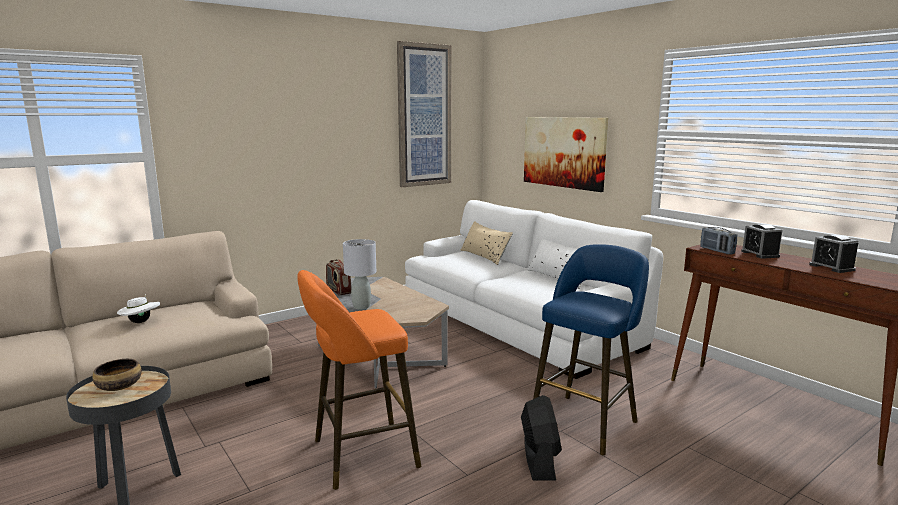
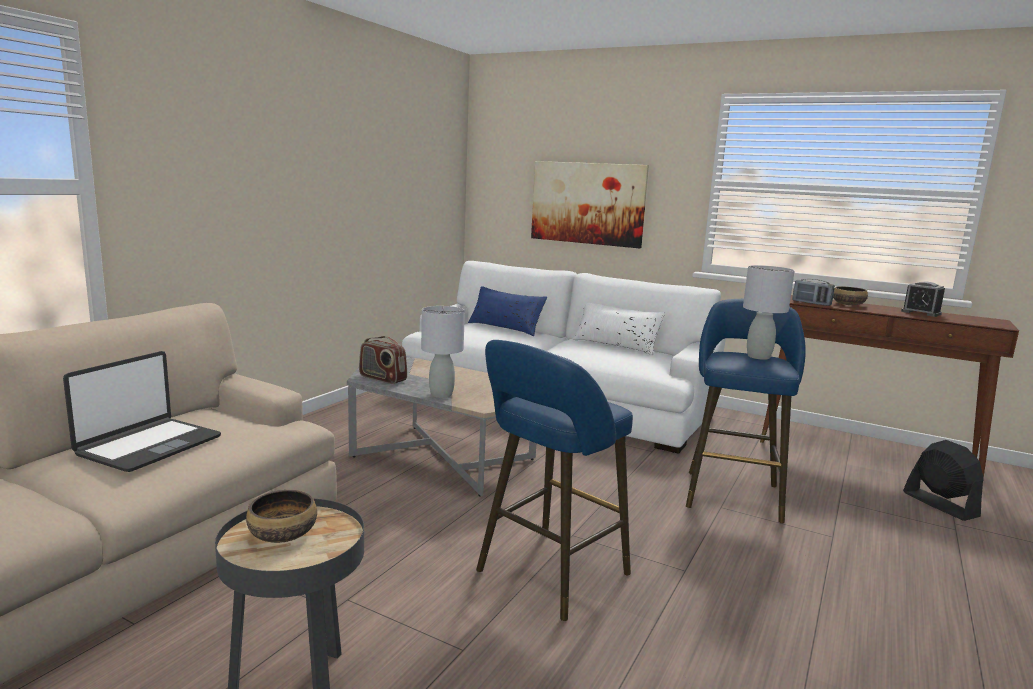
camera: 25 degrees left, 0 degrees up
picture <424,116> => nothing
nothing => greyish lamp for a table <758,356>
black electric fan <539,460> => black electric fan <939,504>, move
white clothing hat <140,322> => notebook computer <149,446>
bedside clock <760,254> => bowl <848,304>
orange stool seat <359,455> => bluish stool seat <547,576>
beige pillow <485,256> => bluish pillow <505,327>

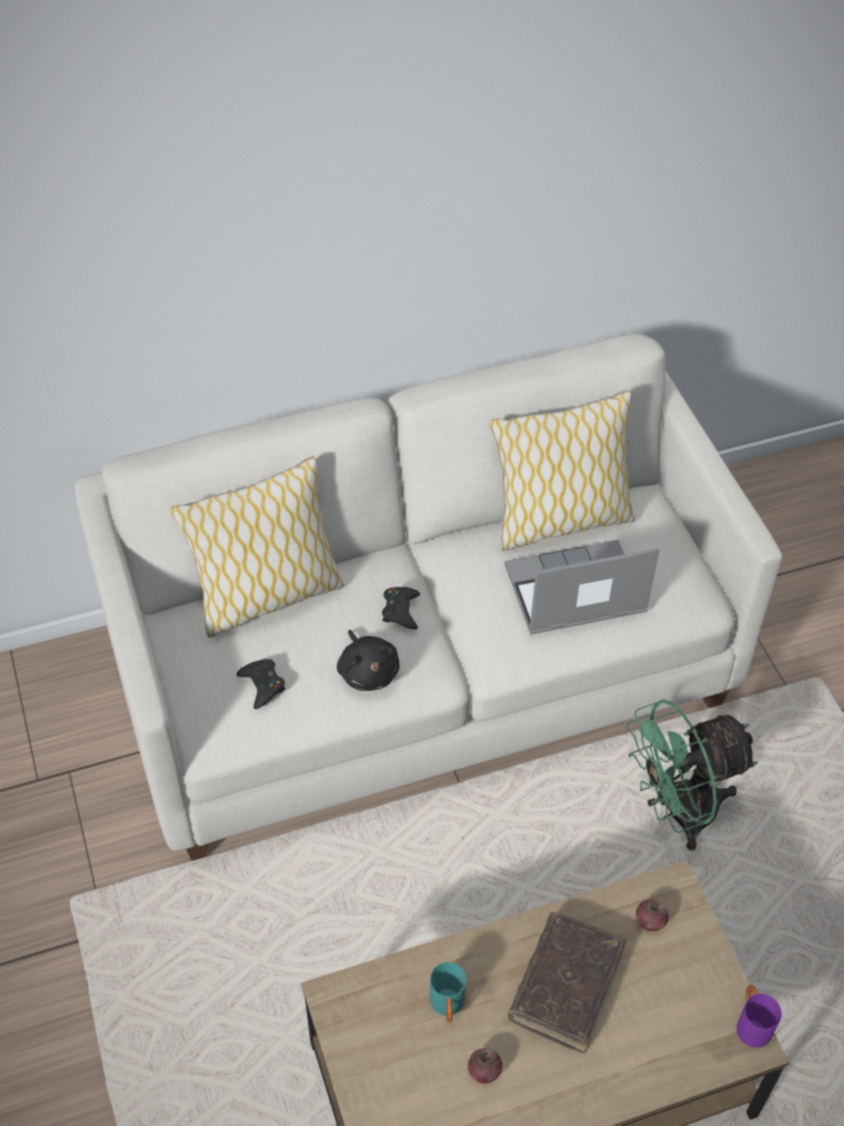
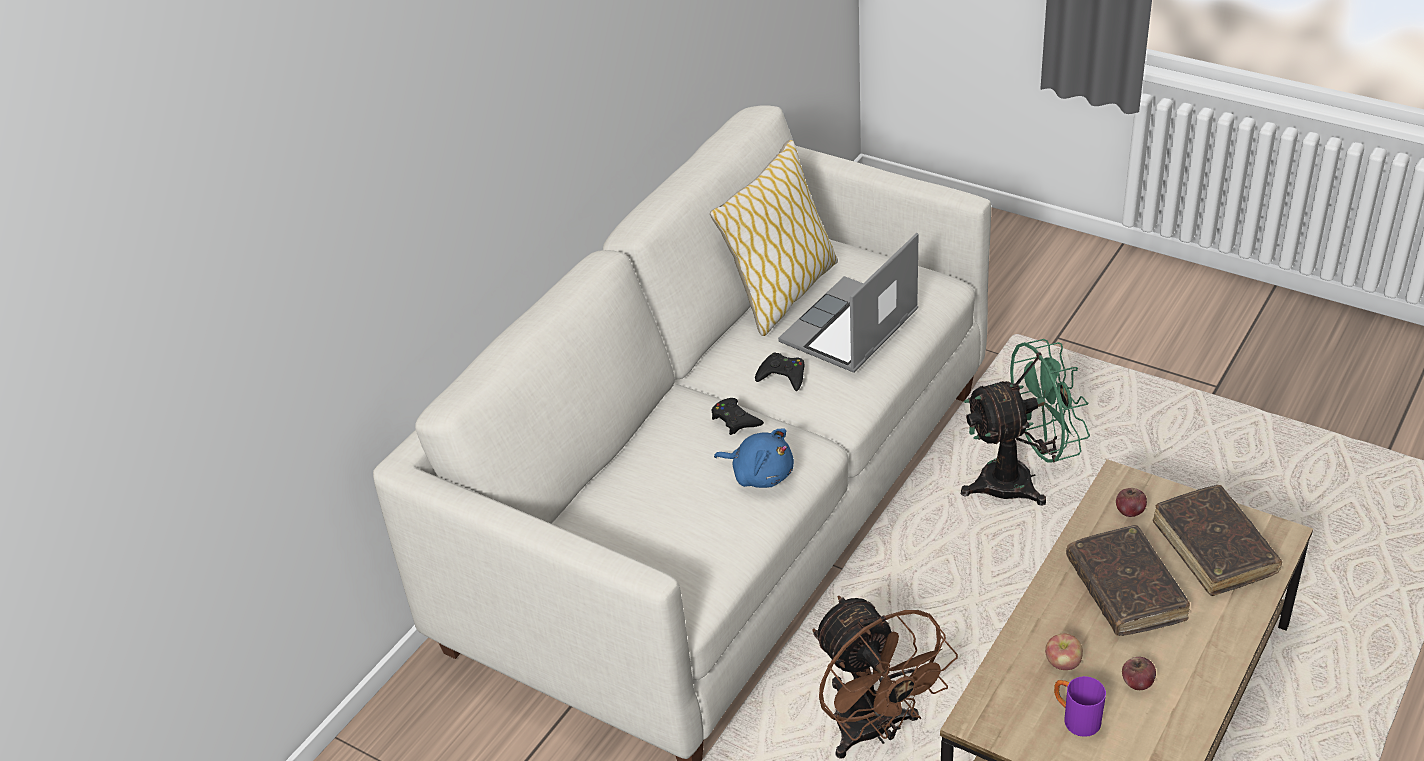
camera: 35 degrees left, 10 degrees down
pillow <266,597> => nothing
nothing => brown-coloured electric fan <873,732>
nothing => brown-coloured bound book <1214,548>
black gamepad <262,685> => black gamepad <782,376>, move
purple-coloured tea mug <751,1023> => purple-coloured tea mug <1075,719>, move
turquoise-coloured tea mug <447,1006> => whole apple <1063,663>
black cuddly toy <368,671> => bluish cuddly toy <760,474>
greenish electric fan <677,813> => greenish electric fan <1020,480>, 135 degrees counterclockwise

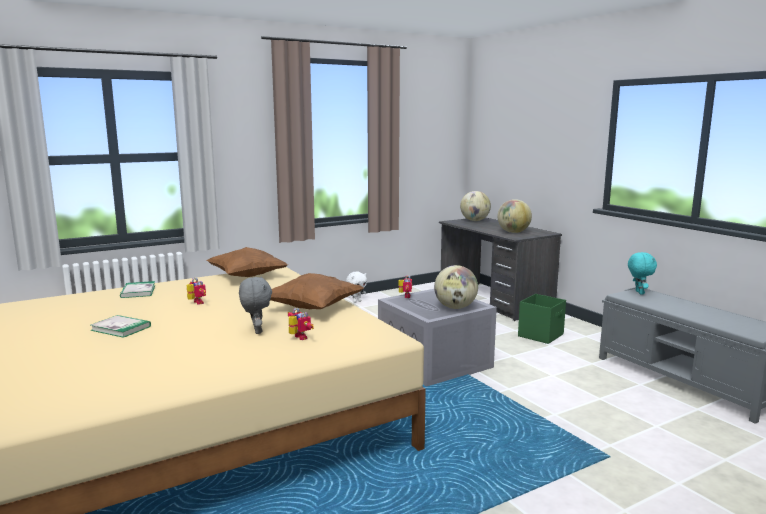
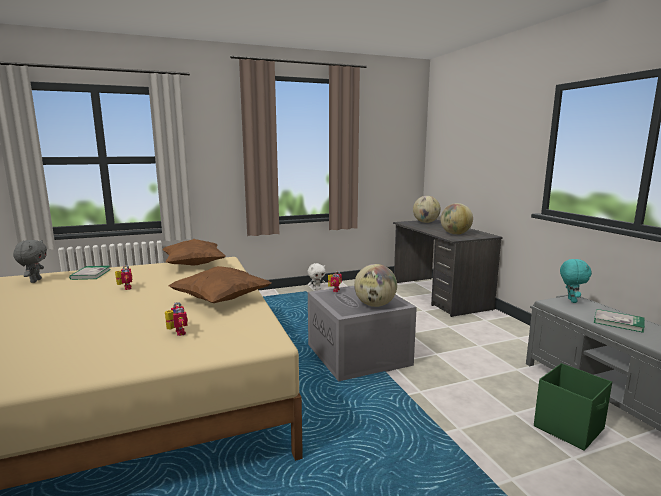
camera: 10 degrees right, 0 degrees up
bound book <121,328> => bound book <618,322>, move
greyish cuddly toy <256,331> => greyish cuddly toy <35,281>, move
greenish storage container <541,335> => greenish storage container <569,427>, move

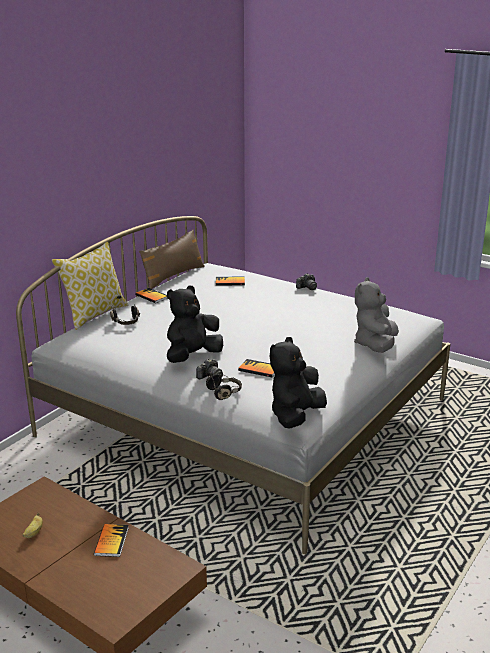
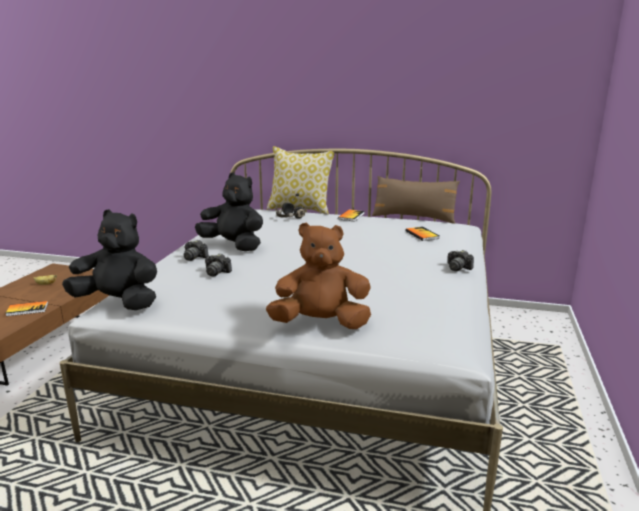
camera: 70 degrees right, 5 degrees down
black headset <224,392> => nothing
bound book <259,369> => still camera <216,272>
greyish cuddly toy <375,345> => brown-coloured cuddly toy <321,323>

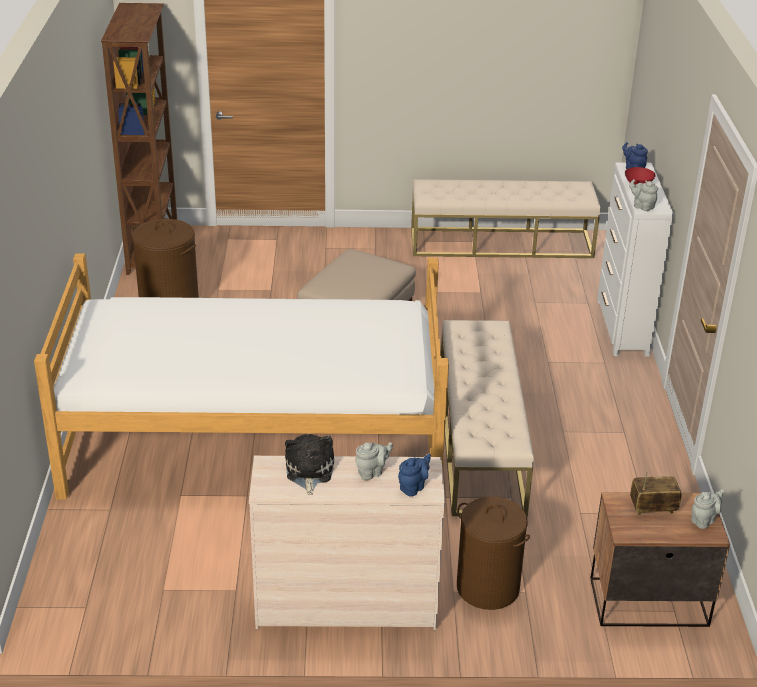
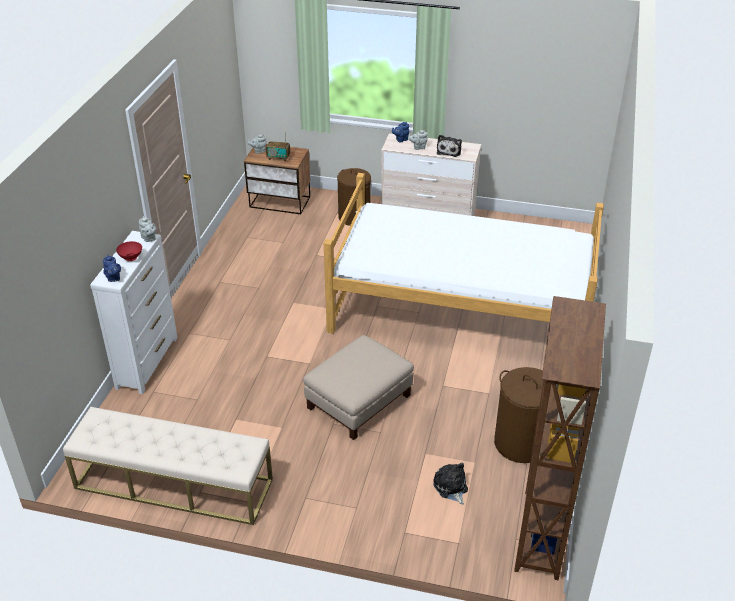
camera: 165 degrees left, 5 degrees up
beige long seat <480,441> => nothing
nothing => cuddly toy <451,488>

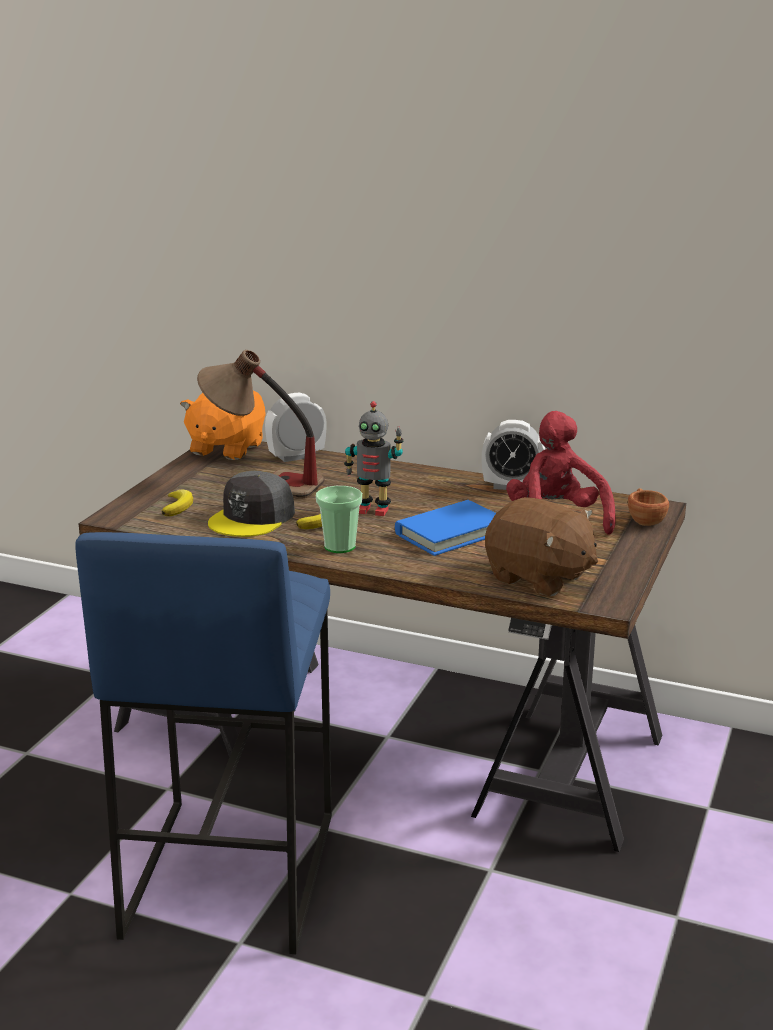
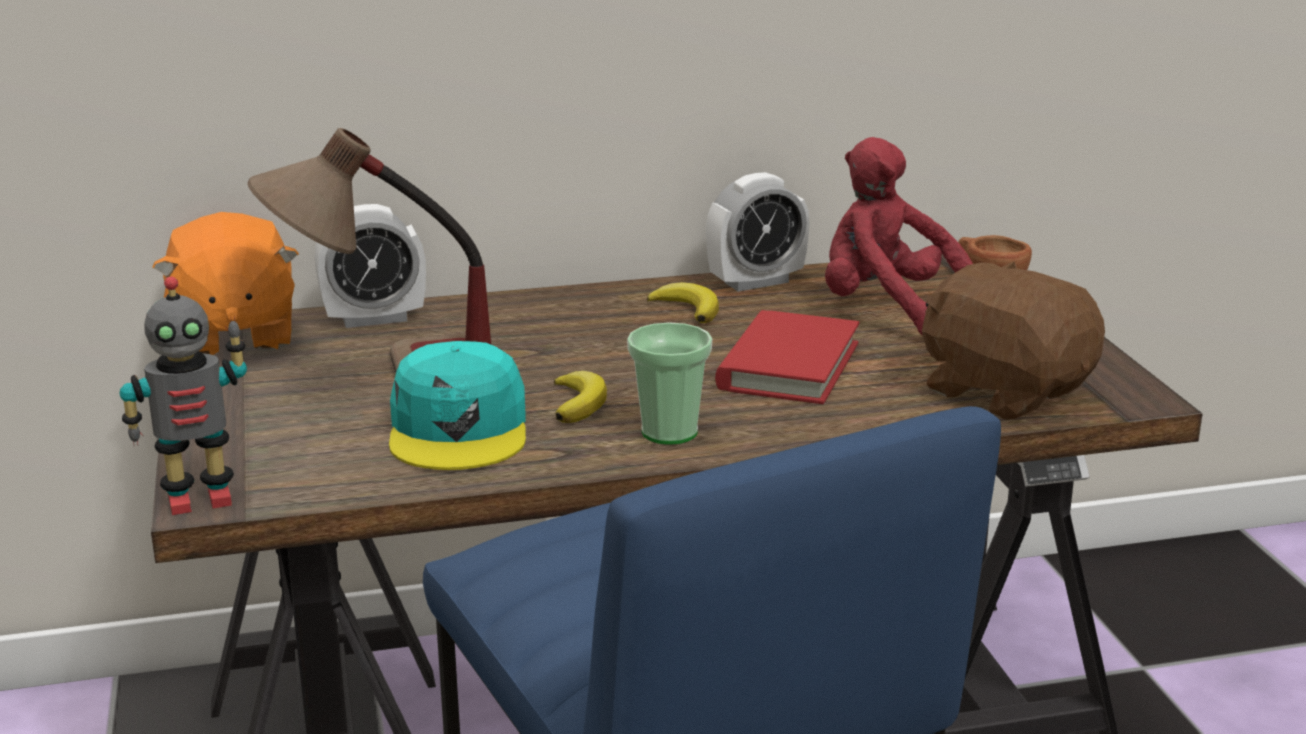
camera: 35 degrees left, 0 degrees up
banana fruit <178,506> => banana fruit <688,308>, move
model robot <373,510> => model robot <199,499>, move
greyish peaked cap <252,518> => turquoise-coloured peaked cap <459,429>
bluish bound book <450,533> => reddish bound book <788,366>
bedside clock <296,456> => bedside clock <374,319>, 135 degrees counterclockwise
brown-coloured cuddly toy <539,577> => brown-coloured cuddly toy <1004,391>, 135 degrees counterclockwise

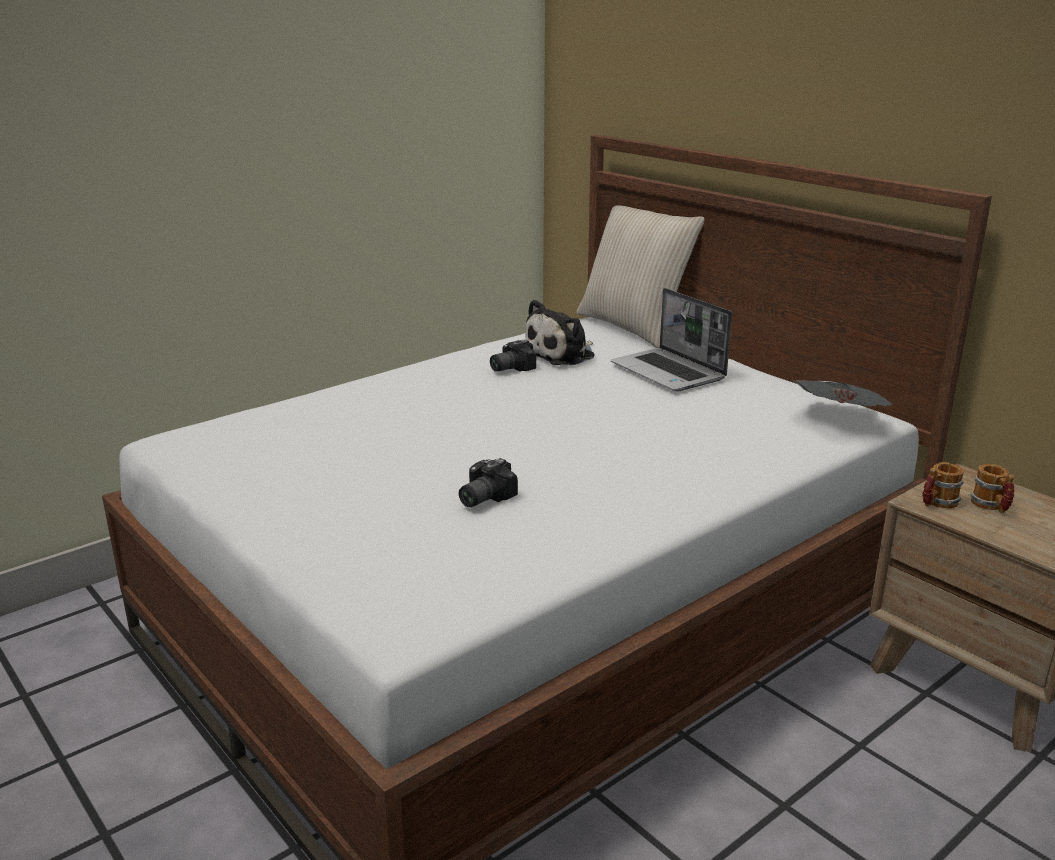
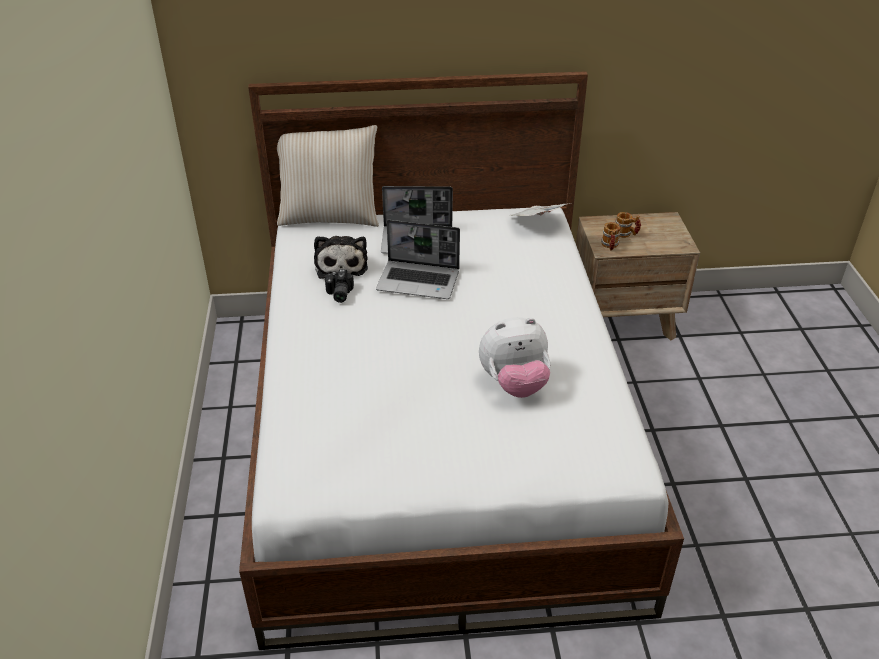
camera: 55 degrees left, 15 degrees up
nothing => notebook computer <419,281>
still camera <482,498> => cuddly toy <514,384>

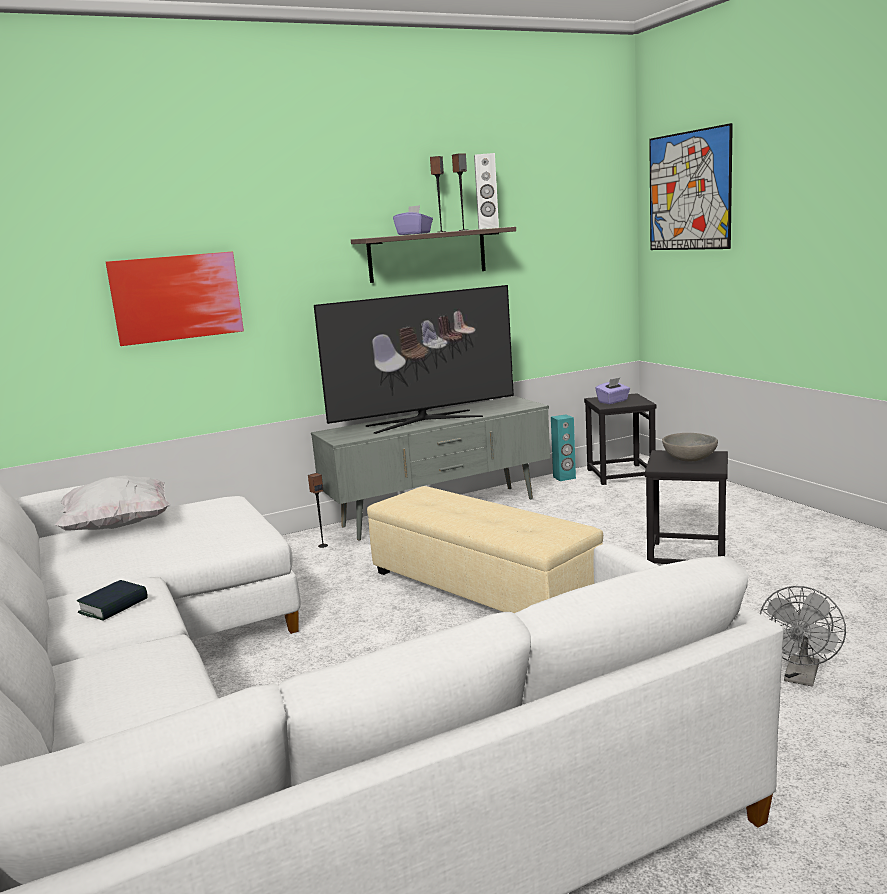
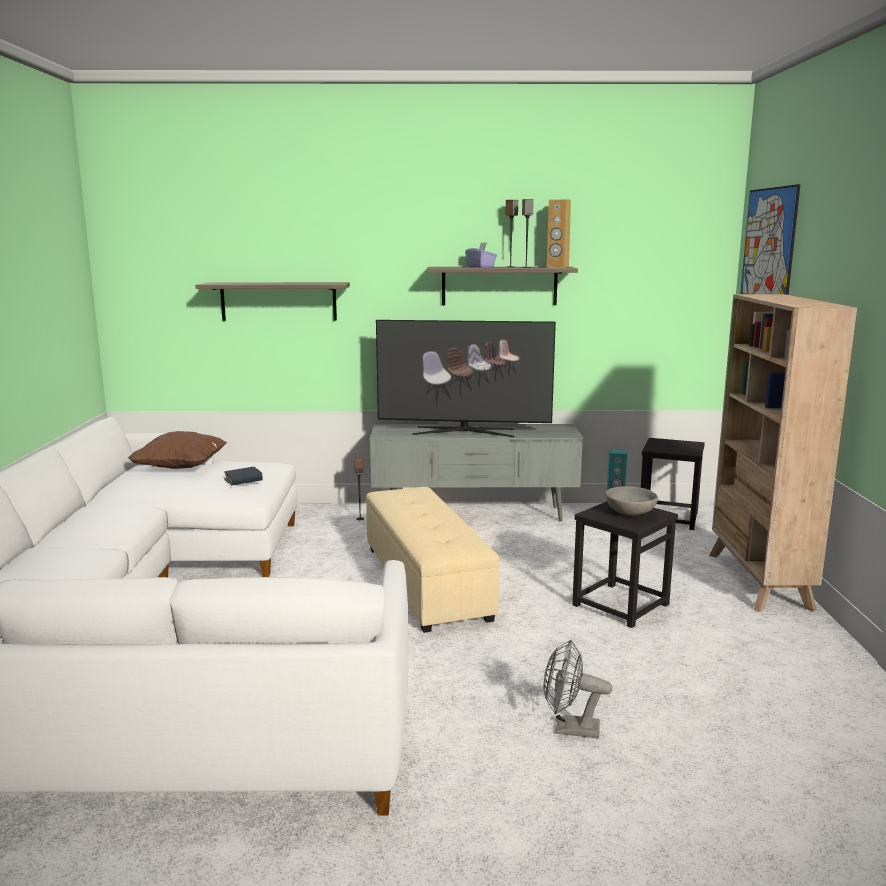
camera: 25 degrees right, 0 degrees up
purple-coloured tissue holder <613,401> => nothing
nothing => beige bookshelf <758,581>
bound book <114,606> => bound book <243,480>, move
picture <176,297> => wall shelf <278,301>
white pillow <118,527> => brown-coloured pillow <181,468>
white speaker <488,228> => brown-coloured speaker <557,267>
greyish electric fan <801,677> => greyish electric fan <569,729>, 45 degrees clockwise

